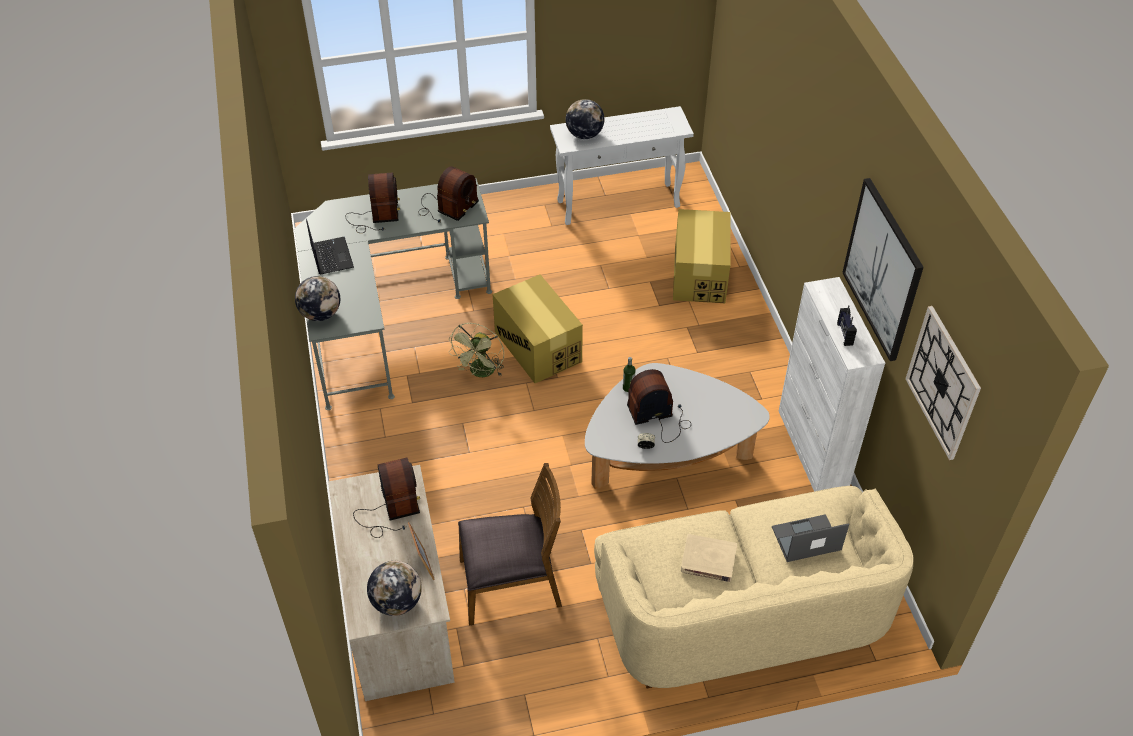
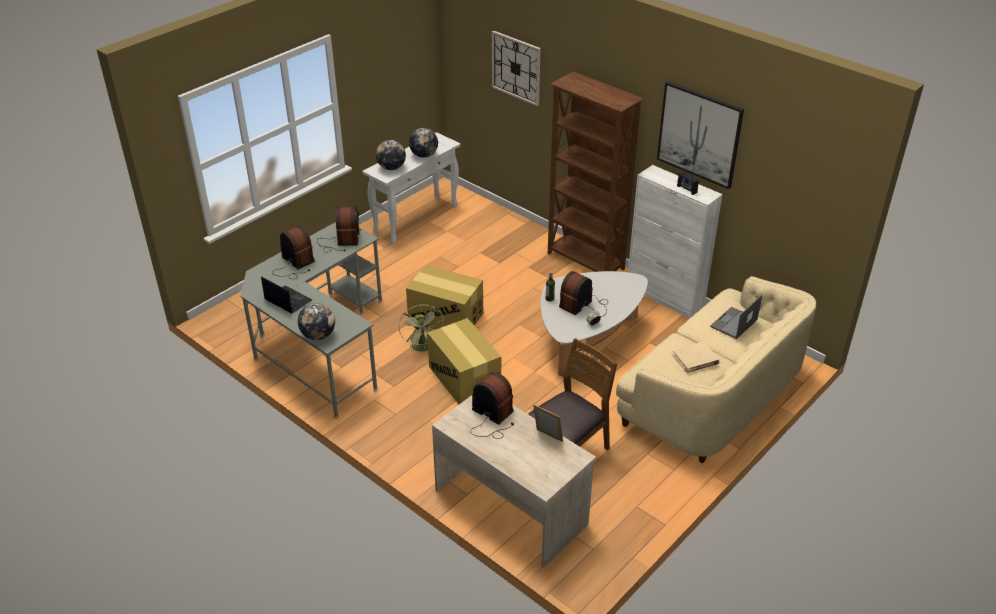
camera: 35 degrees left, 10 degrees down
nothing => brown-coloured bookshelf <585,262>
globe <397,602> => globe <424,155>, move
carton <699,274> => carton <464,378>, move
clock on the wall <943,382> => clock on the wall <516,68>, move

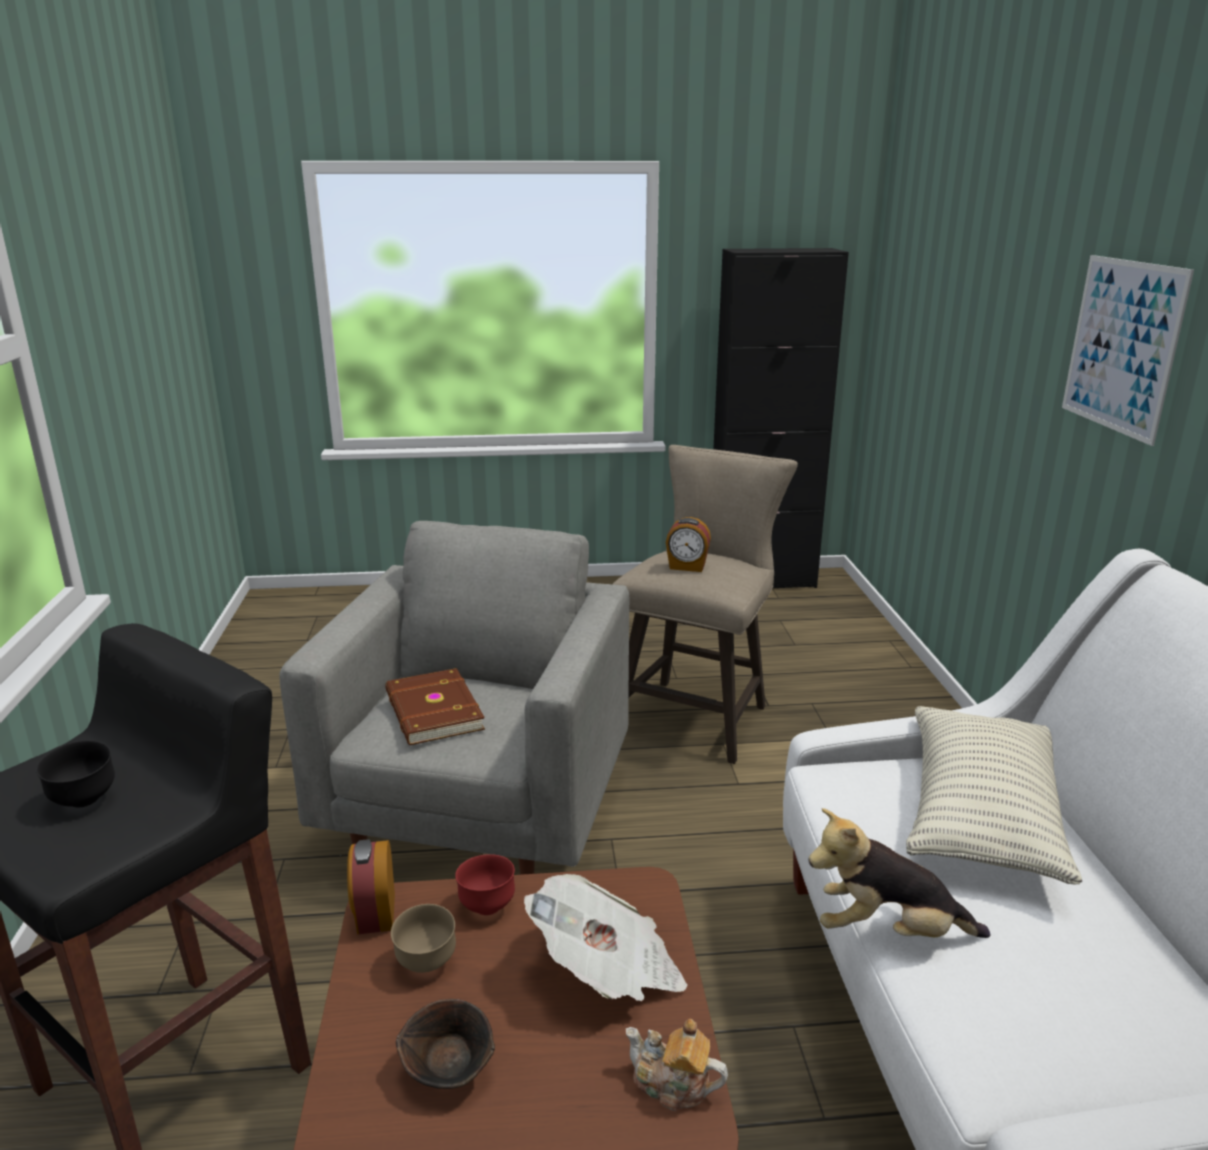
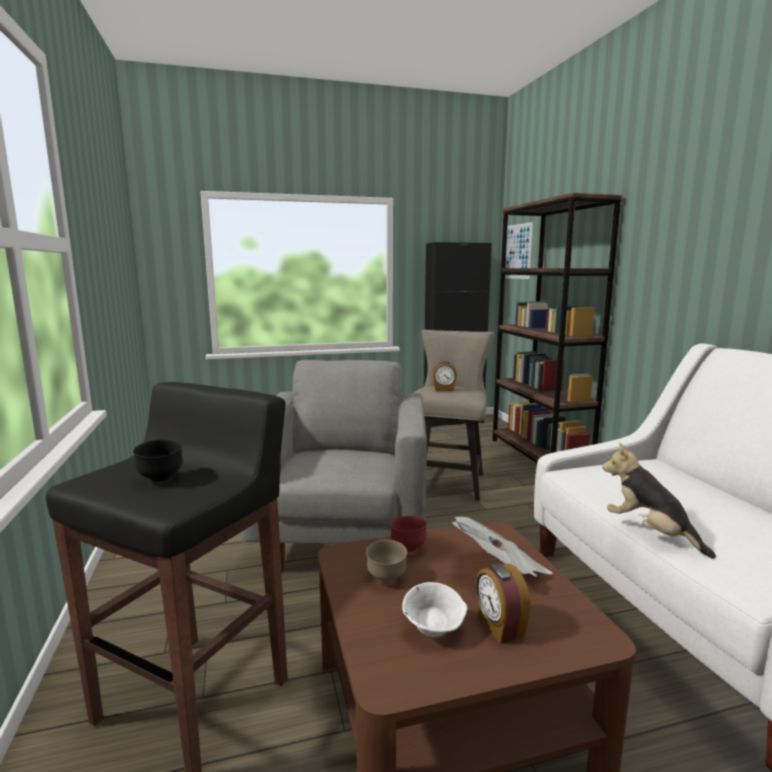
camera: 10 degrees left, 10 degrees down
brown-coloured bound book <432,712> => nothing
tea pot <672,1085> => nothing
pillow <980,816> => nothing
nothing => brown-coloured bookshelf <539,456>
bedside clock <374,913> => bedside clock <499,627>, move
picture <1121,346> => picture <517,251>, move
brown-coloured bowl <450,1071> => white bowl <434,630>
cuddly toy <888,931> => cuddly toy <650,533>, 60 degrees clockwise

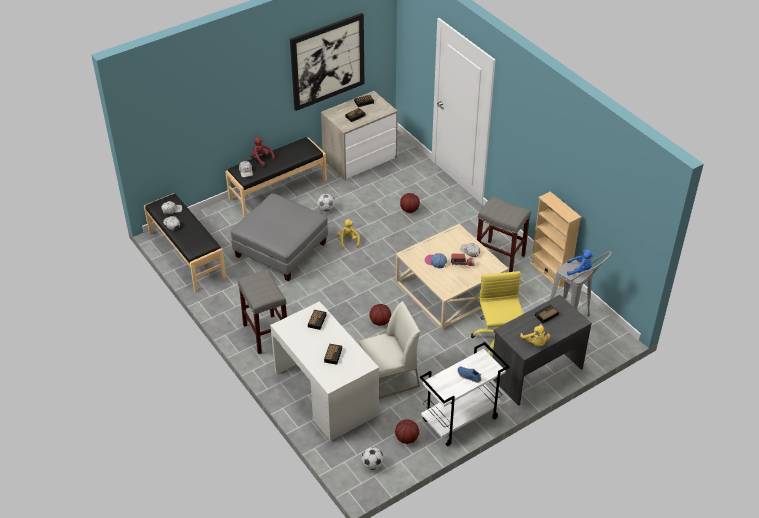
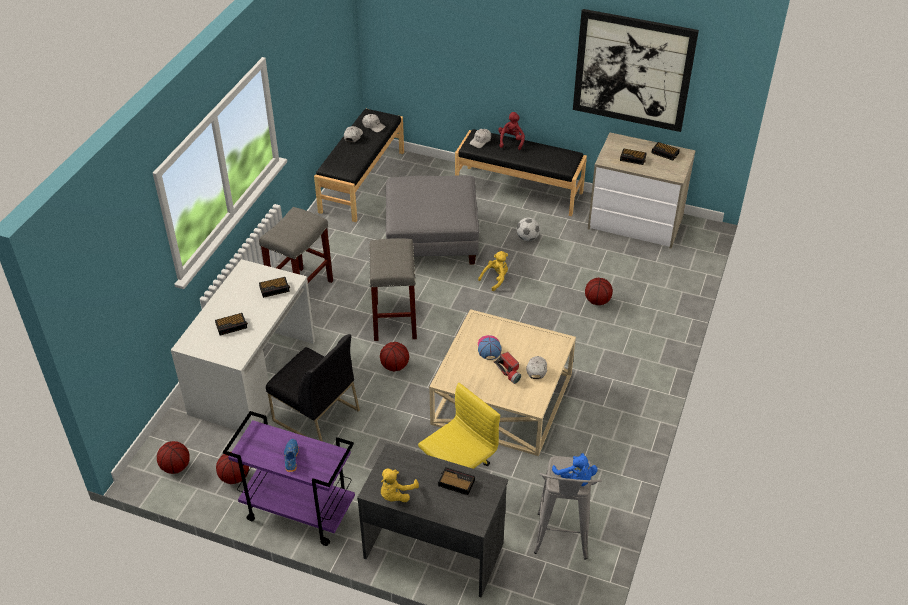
camera: 55 degrees right, 0 degrees up
beige bookshelf <550,273> => nothing
greyish stool seat <499,256> => greyish stool seat <394,320>, move
football <372,465> => basketball ball <175,467>
white chair <388,378> => black chair <315,415>
white wheeled cart <460,420> => purple-coloured wheeled cart <297,512>

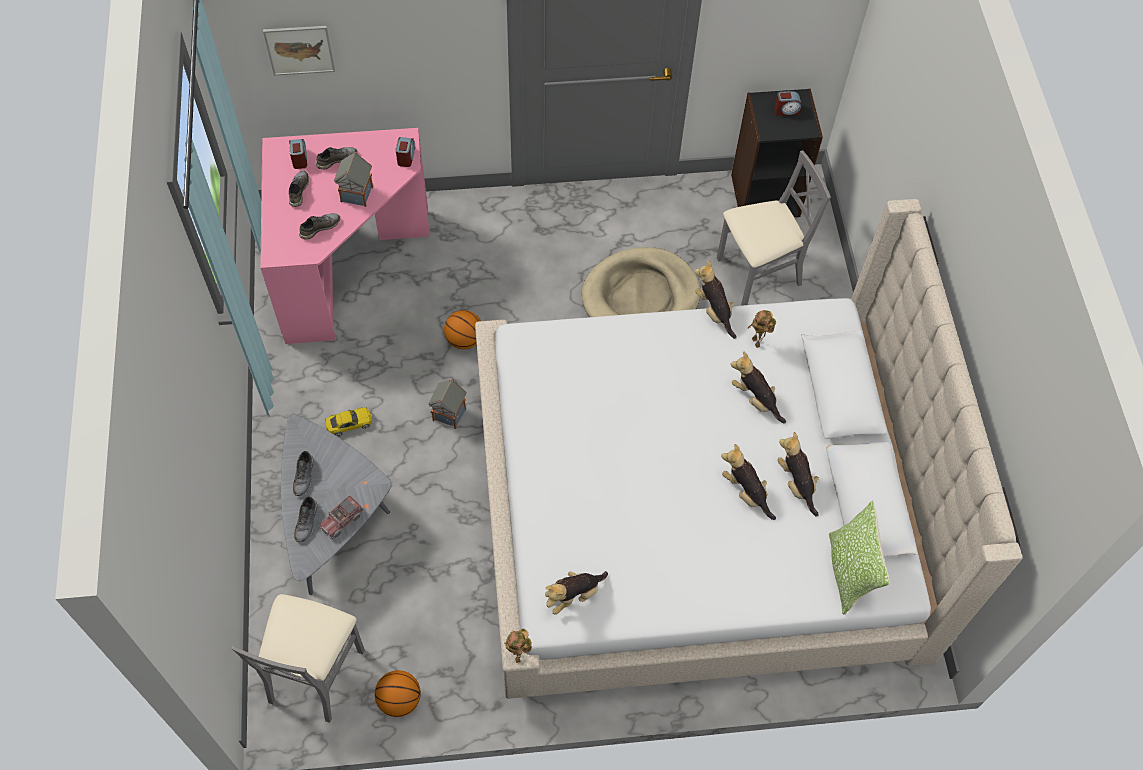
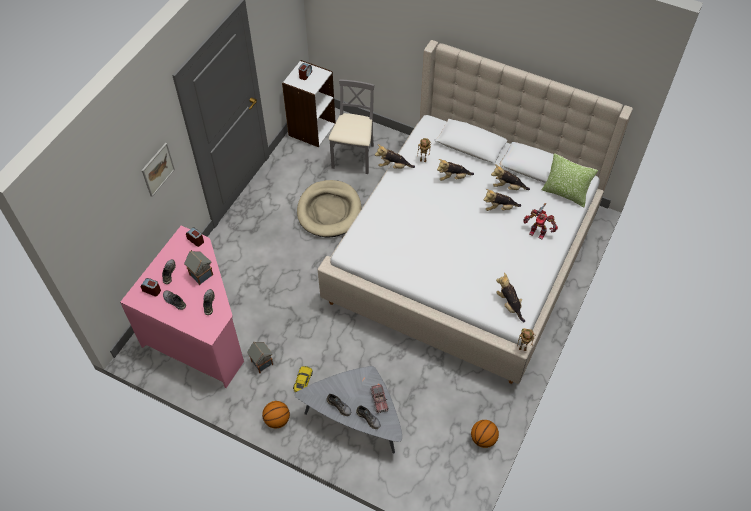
camera: 55 degrees left, 5 degrees down
greyish chair <315,673> => nothing
nothing => model robot <538,232>
picture <299,49> => picture <157,169>, move
miniature house <449,413> => miniature house <261,362>, move
basketball ball <464,339> => basketball ball <277,420>, move
black bookshelf <765,194> => white bookshelf <311,129>
cuddly toy <573,595> => cuddly toy <509,305>, 150 degrees clockwise

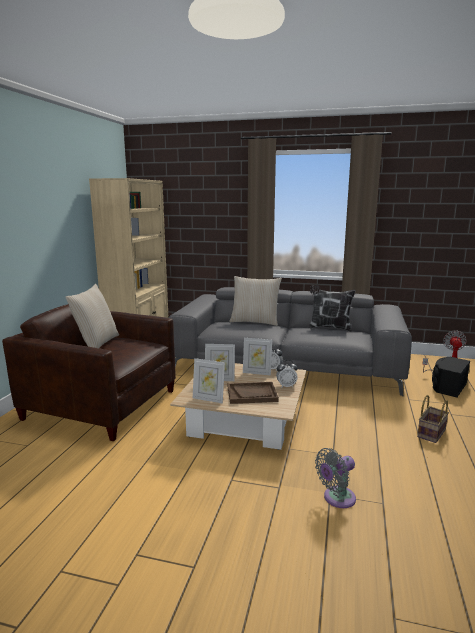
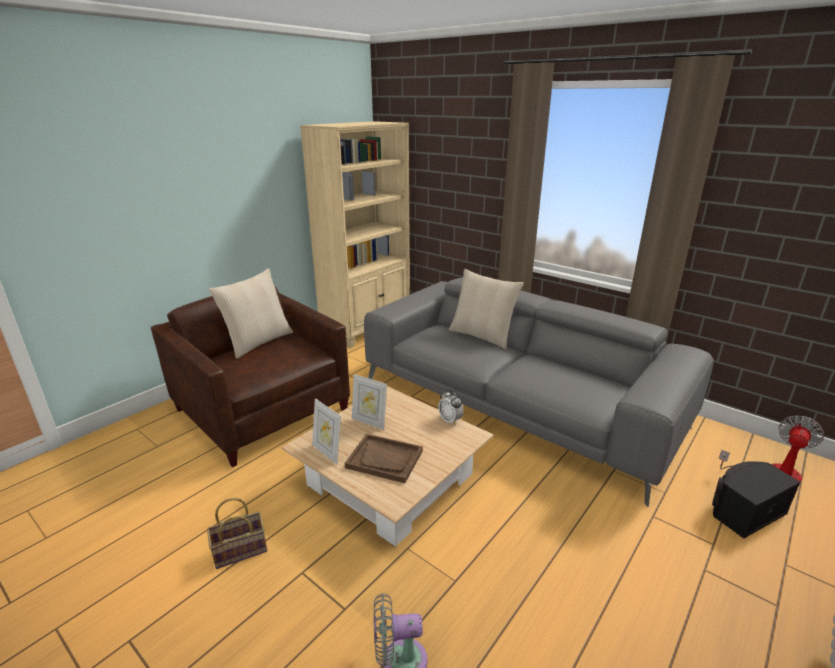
camera: 25 degrees right, 10 degrees up
picture frame <257,373> => nothing
bedside clock <286,386> => nothing
pillow <329,328> => nothing
storage basket <431,432> => storage basket <241,549>, move

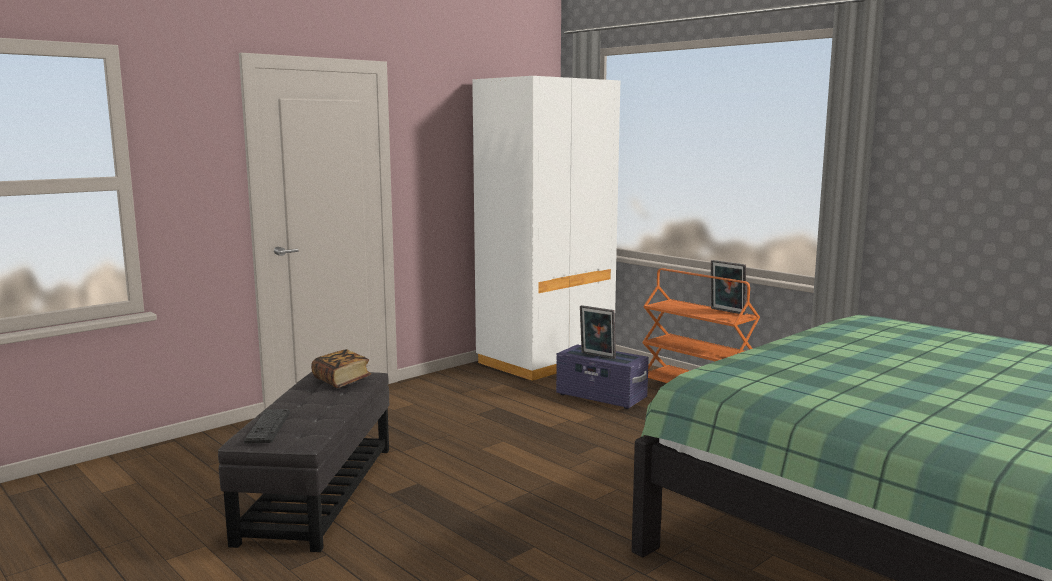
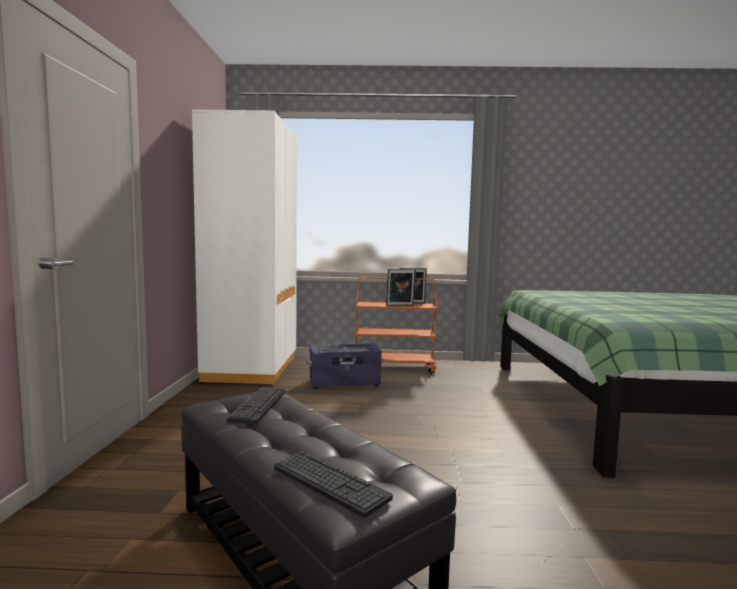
camera: 45 degrees left, 5 degrees down
picture frame <597,356> => picture frame <400,306>, move
bound book <342,380> => PC keyboard <258,405>

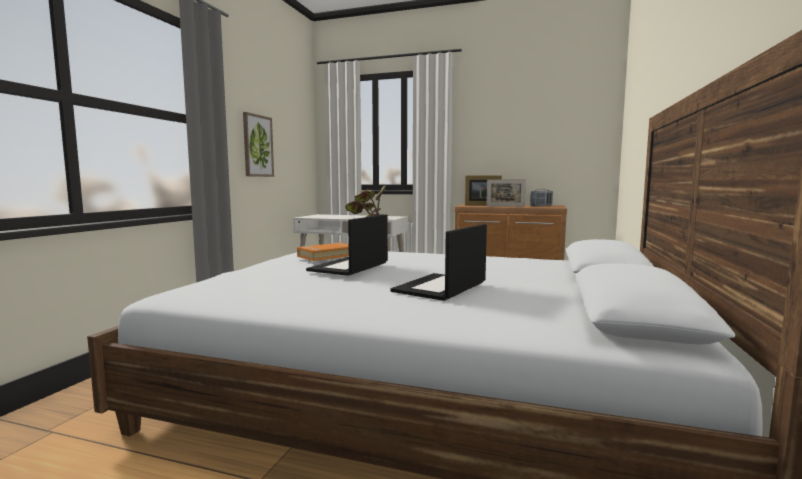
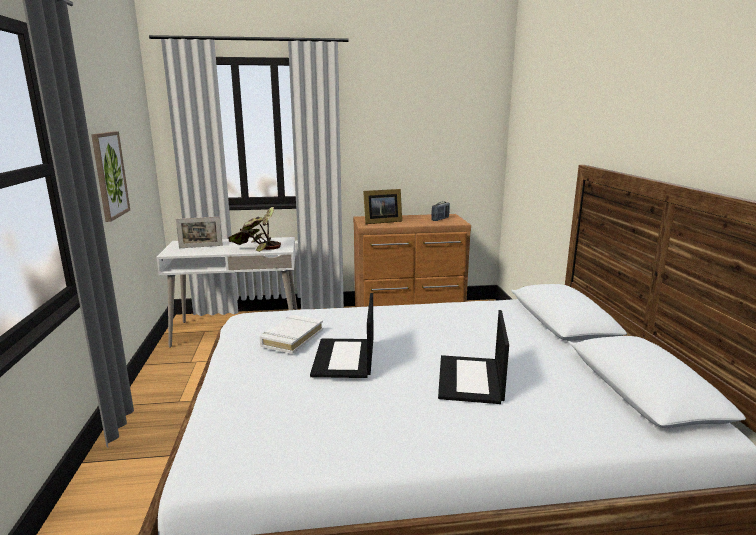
camera: 25 degrees left, 10 degrees up
picture frame <505,206> => picture frame <201,247>, move
orange bound book <327,256> => white bound book <292,338>

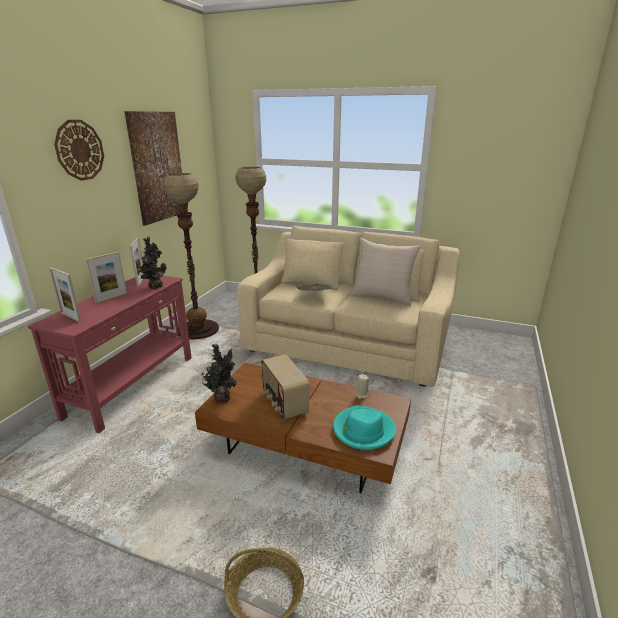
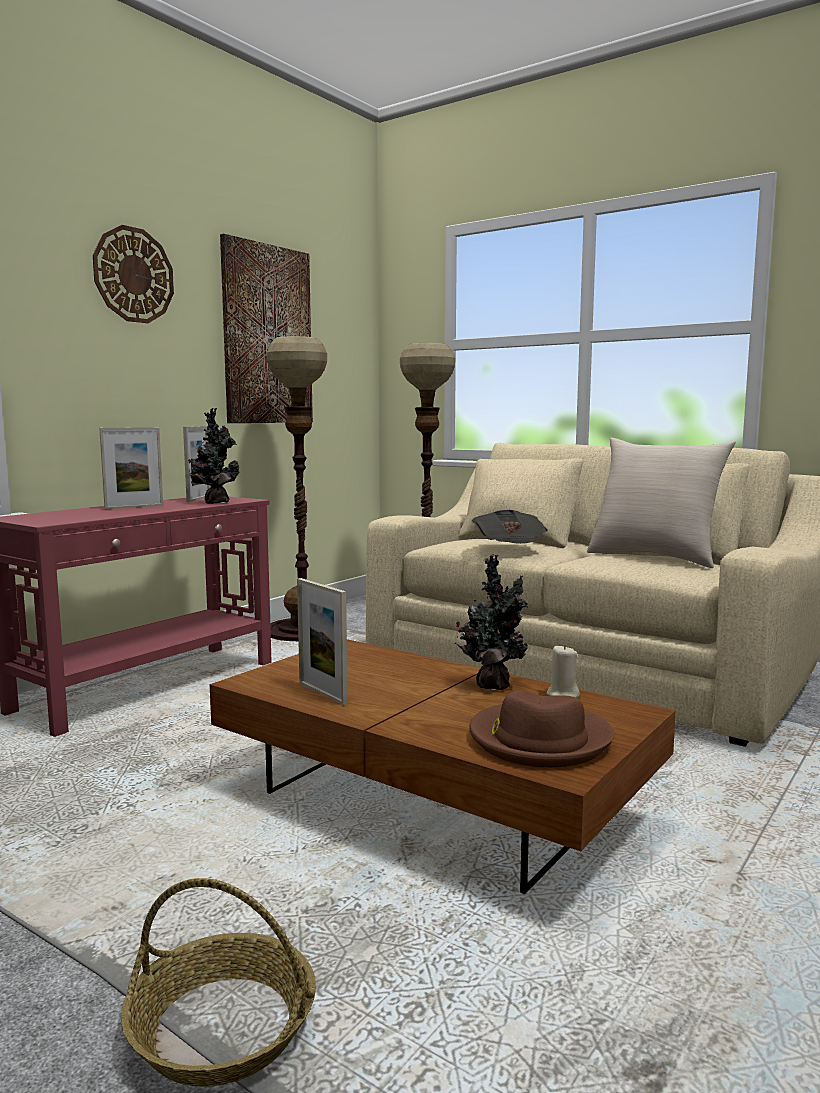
camera: 15 degrees right, 15 degrees down
radio receiver <284,403> => nothing
picture frame <71,317> => picture frame <322,693>, move
plant in a pot <222,397> => plant in a pot <493,684>, move
turquoise-coloured clothing hat <363,430> => brown-coloured clothing hat <539,739>

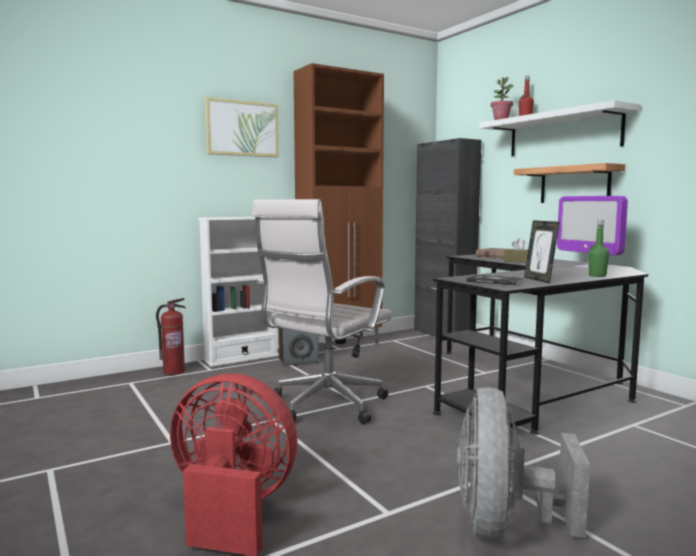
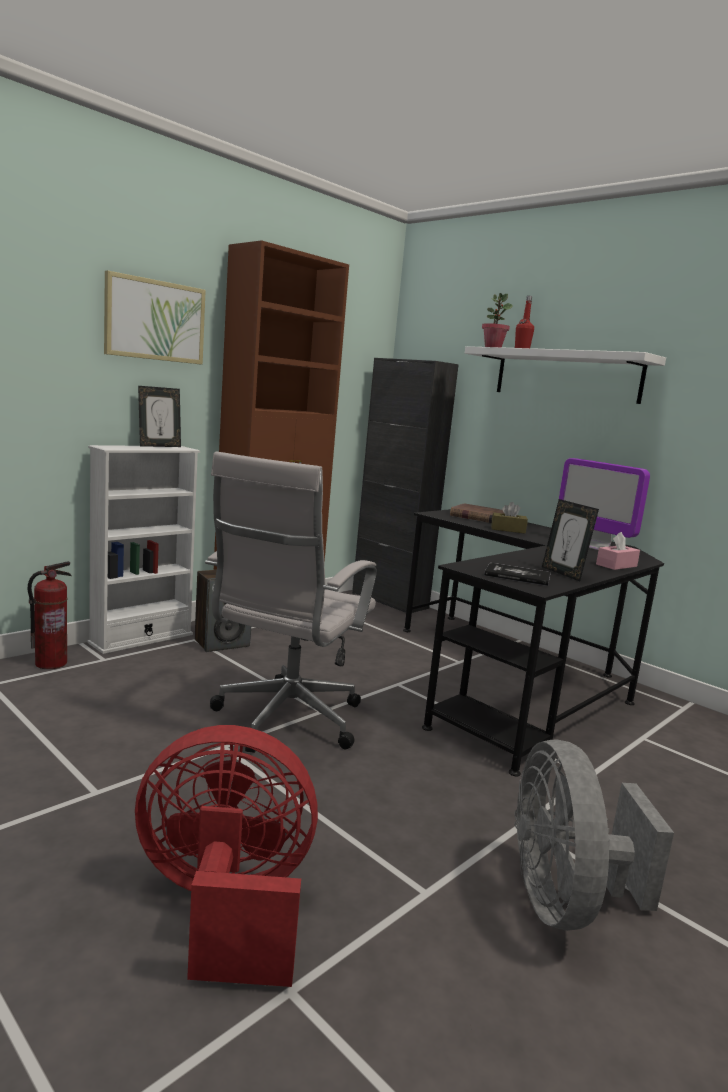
camera: 15 degrees left, 5 degrees up
wall shelf <574,185> => nothing
nothing => picture frame <159,446>
greenish drink bottle <597,275> => pink tissue holder <616,565>

